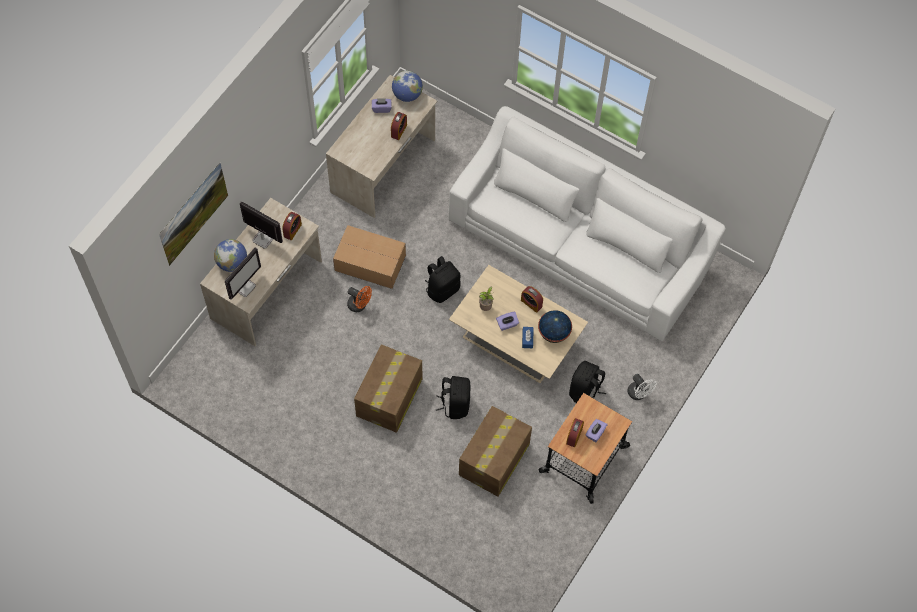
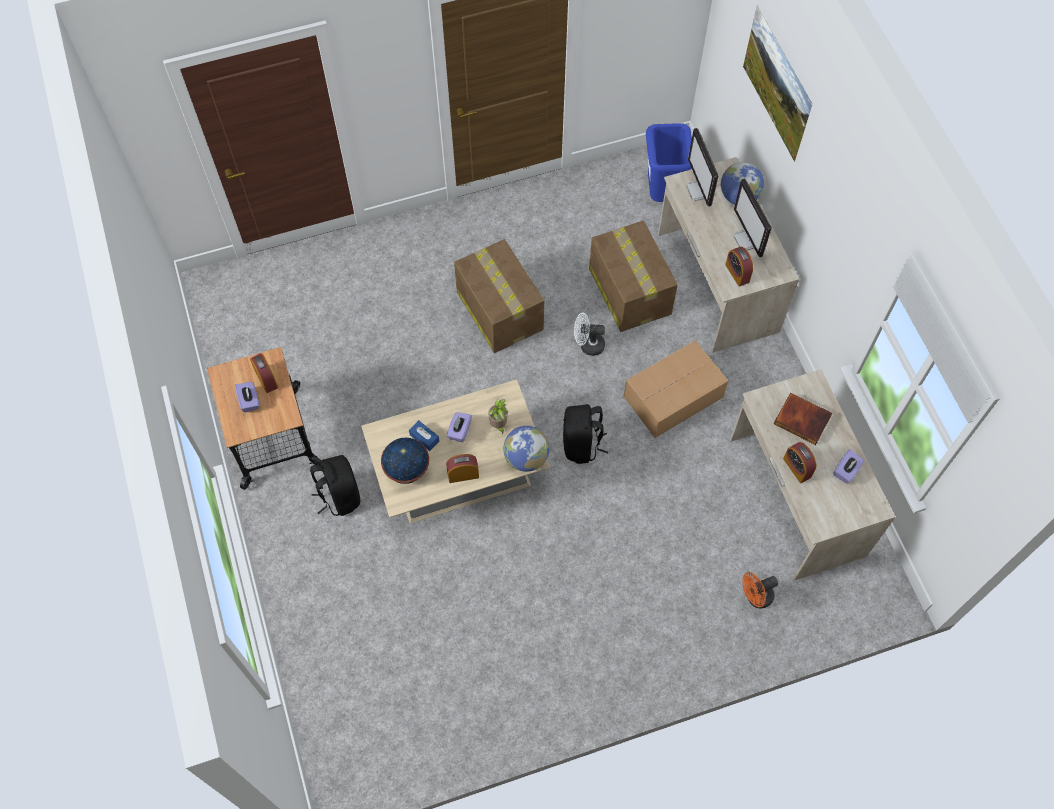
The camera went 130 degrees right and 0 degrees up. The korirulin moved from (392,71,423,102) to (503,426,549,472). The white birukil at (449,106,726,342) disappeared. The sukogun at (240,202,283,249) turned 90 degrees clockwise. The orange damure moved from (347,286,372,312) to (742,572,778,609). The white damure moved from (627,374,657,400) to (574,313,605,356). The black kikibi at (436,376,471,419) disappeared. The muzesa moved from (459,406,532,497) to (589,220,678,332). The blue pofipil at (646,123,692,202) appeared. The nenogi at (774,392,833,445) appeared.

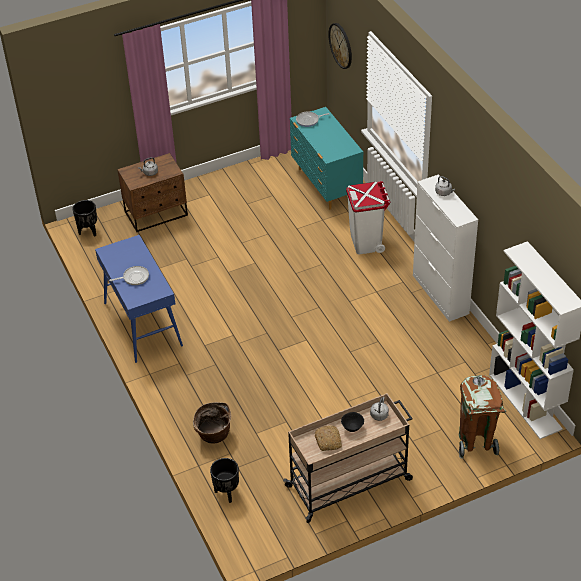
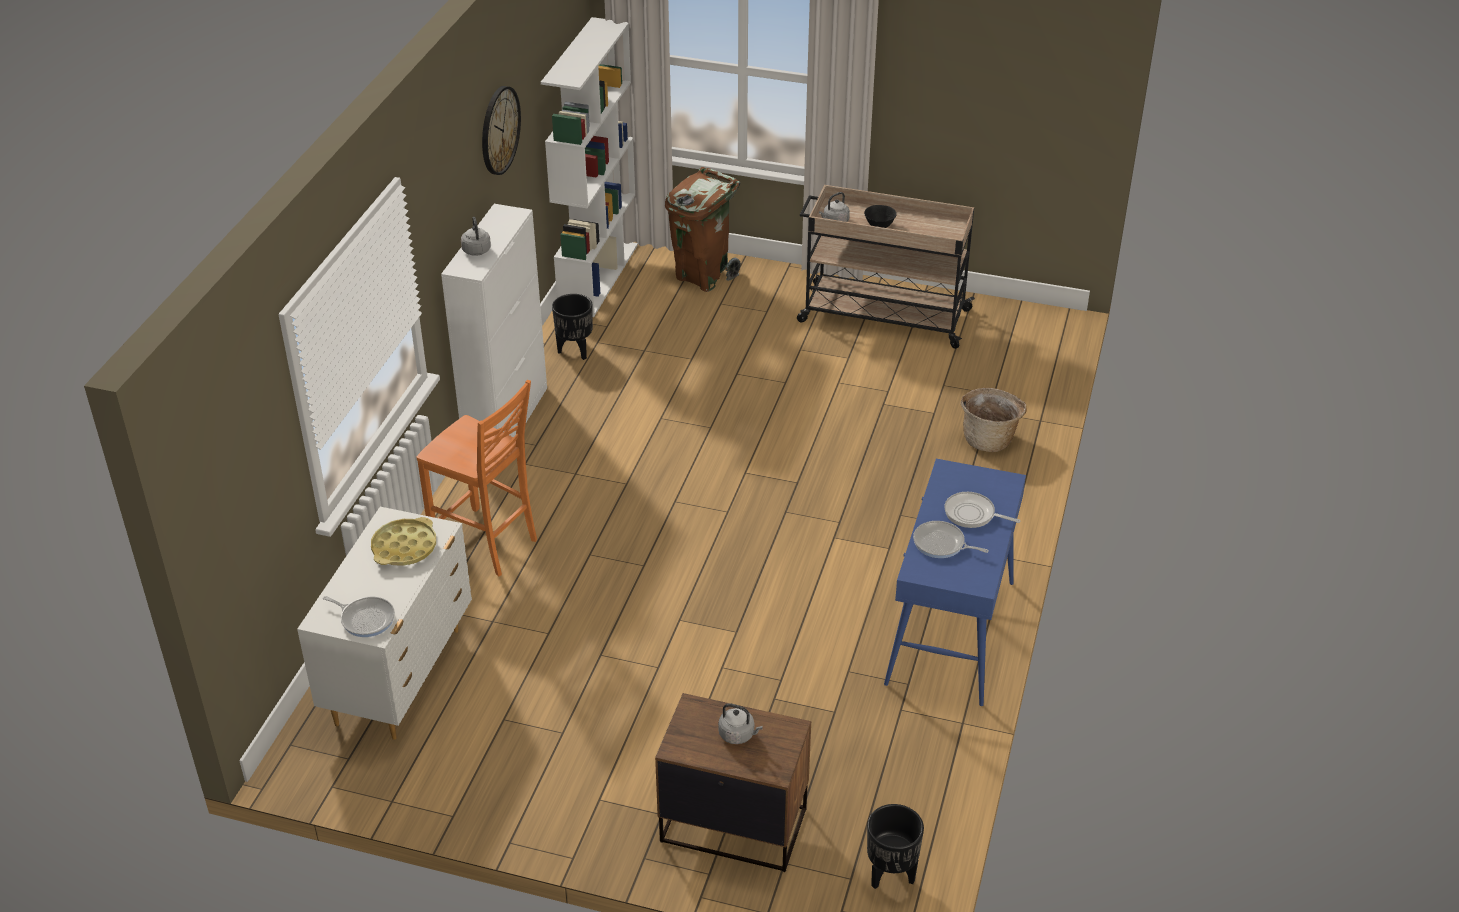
The camera went 140 degrees left and 5 degrees down. The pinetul moved from (328,23,352,69) to (482,86,521,175). The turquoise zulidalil at (290,107,363,210) became the white zulidalil at (297,507,472,740). The white pofipil at (346,181,391,254) was replaced by the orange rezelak at (417,380,537,576). The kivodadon at (315,425,342,451) disappeared. The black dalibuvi moved from (210,458,239,503) to (552,294,593,360). The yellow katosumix at (371,517,436,566) appeared. The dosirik at (913,521,989,558) appeared.

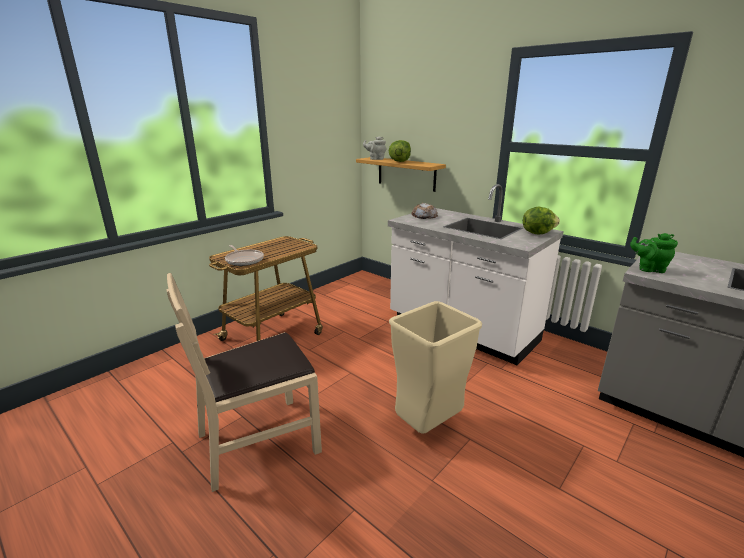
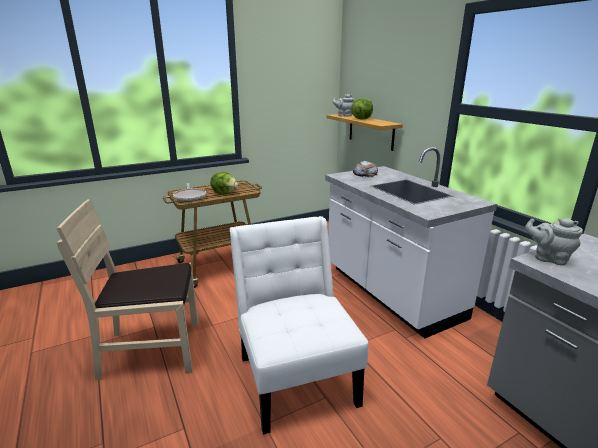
The camera went 20 degrees right and 0 degrees up. The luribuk moved from (523,207,560,234) to (210,172,238,195). The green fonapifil at (630,233,678,273) became the grey fonapifil at (525,218,583,266). The beige pofipil at (389,301,482,434) was replaced by the white rezelak at (229,216,368,435).

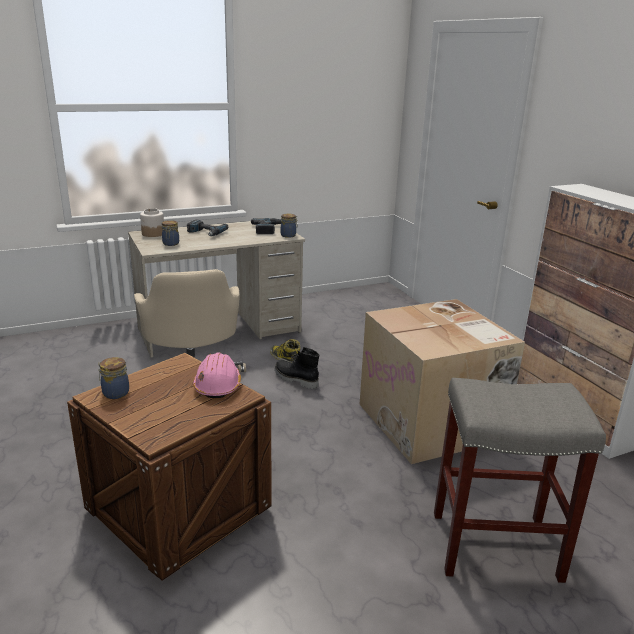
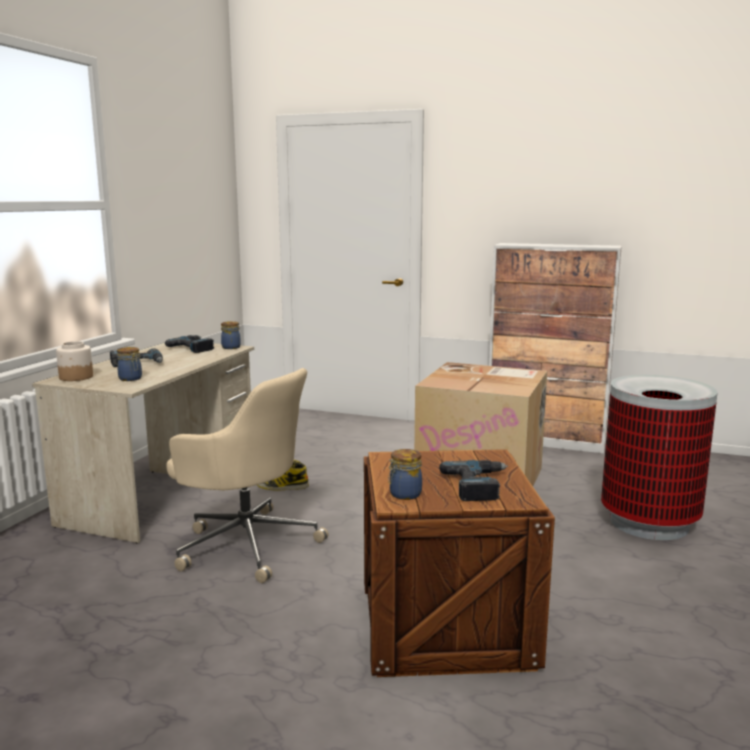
The camera went 45 degrees left and 10 degrees down. The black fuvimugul at (275,347,320,389) disappeared. The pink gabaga at (193,352,241,399) disappeared. The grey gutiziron at (434,378,606,583) was replaced by the pofipil at (601,375,718,540). The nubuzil at (439,460,508,501) appeared.

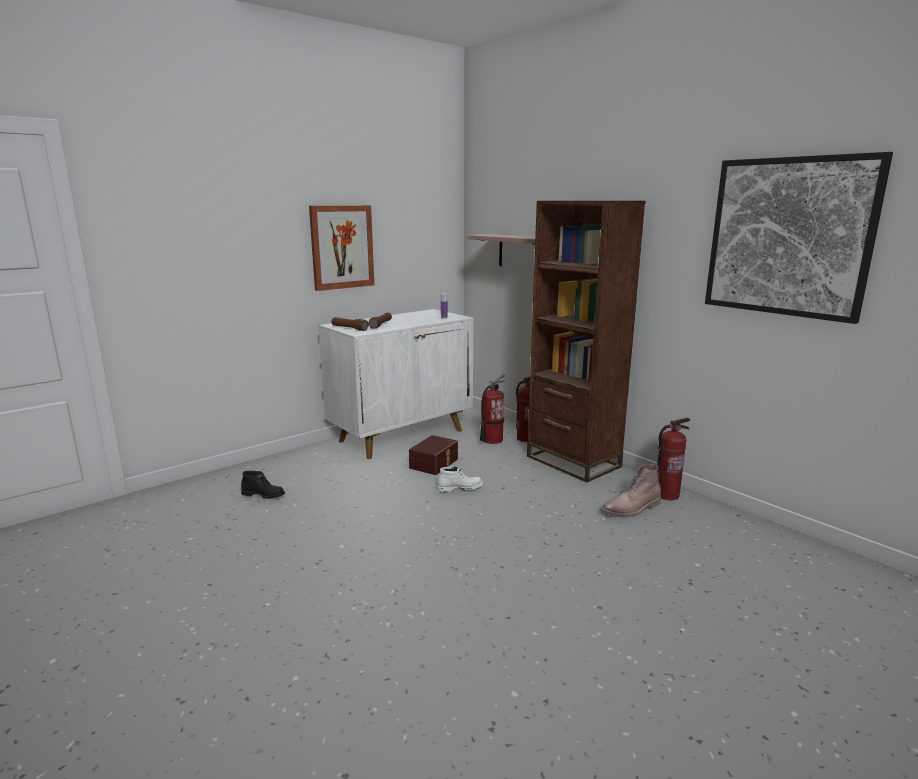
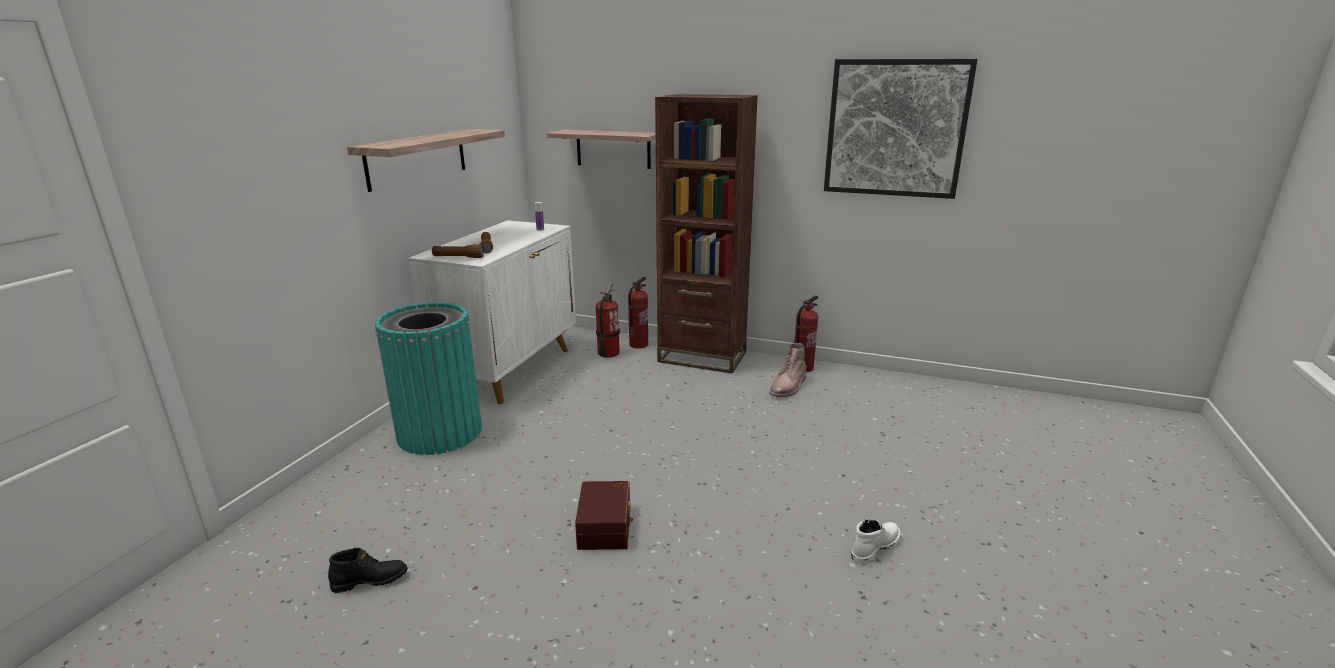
The camera went 30 degrees left and 5 degrees up. The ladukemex at (309,206,374,291) was replaced by the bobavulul at (347,129,505,192). The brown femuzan moved from (409,435,458,475) to (575,481,633,550). The white fuvimugul moved from (438,466,483,492) to (851,519,900,564). The black fuvimugul moved from (241,471,285,499) to (328,548,408,593). The turquoise pofipil at (375,302,482,455) appeared.

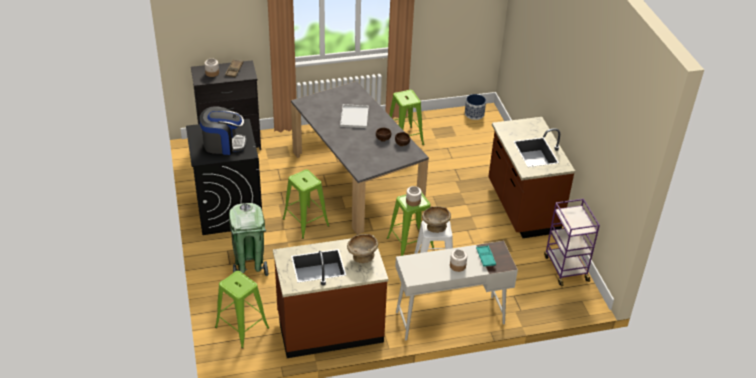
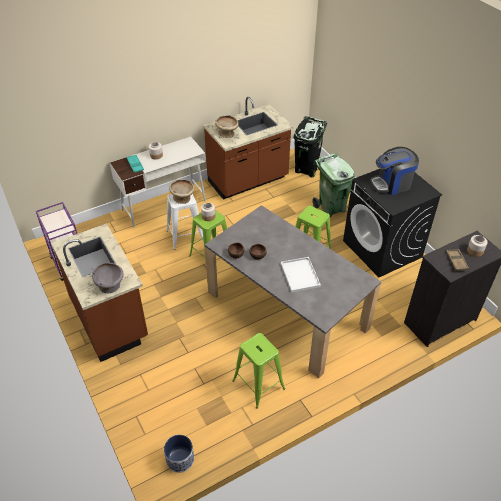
The camera went 165 degrees right and 5 degrees up. The green gutiziron at (215,271,269,349) was replaced by the black pofipil at (293,116,327,178). The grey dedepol at (92,263,124,293) appeared.

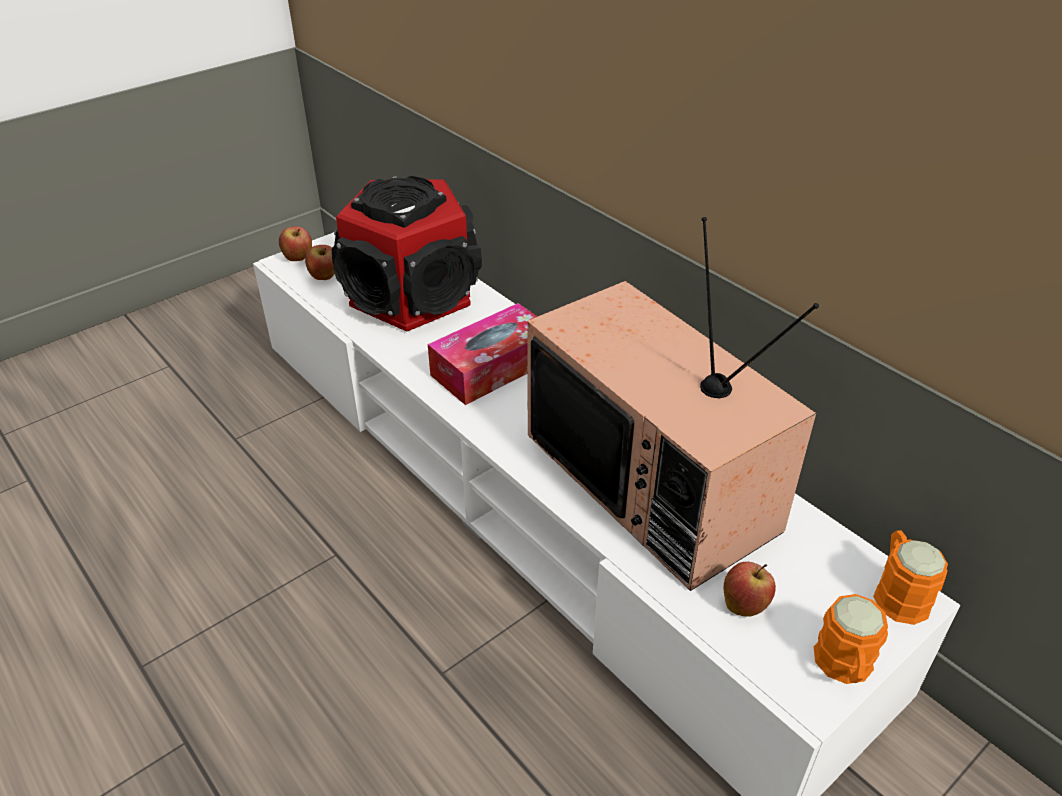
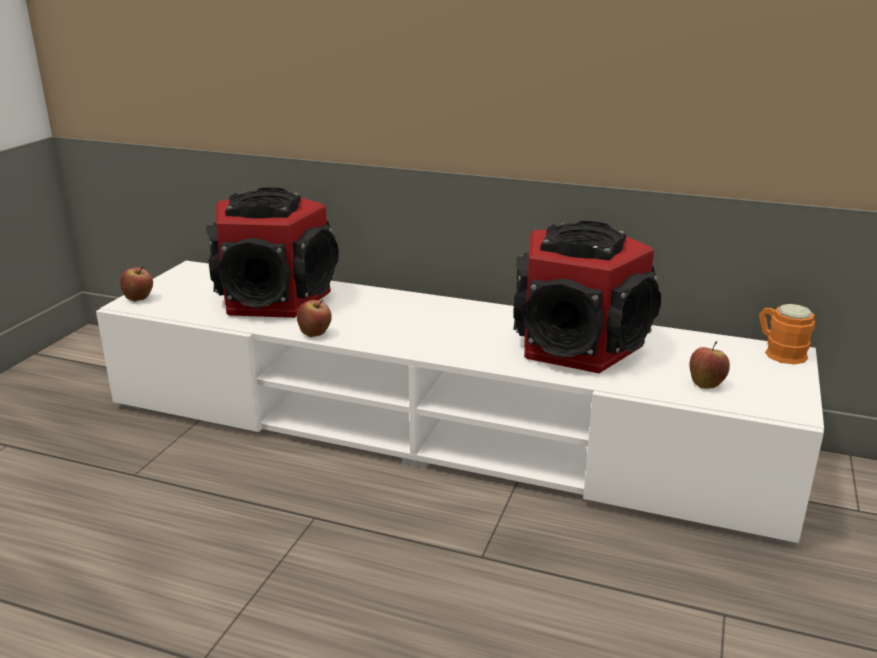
The camera went 30 degrees left and 15 degrees down. The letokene at (527,217,819,591) was replaced by the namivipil at (513,221,661,373). The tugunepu moved from (305,245,335,280) to (297,299,332,337). The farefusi at (428,303,538,405) disappeared. The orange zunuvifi at (814,594,888,684) disappeared.

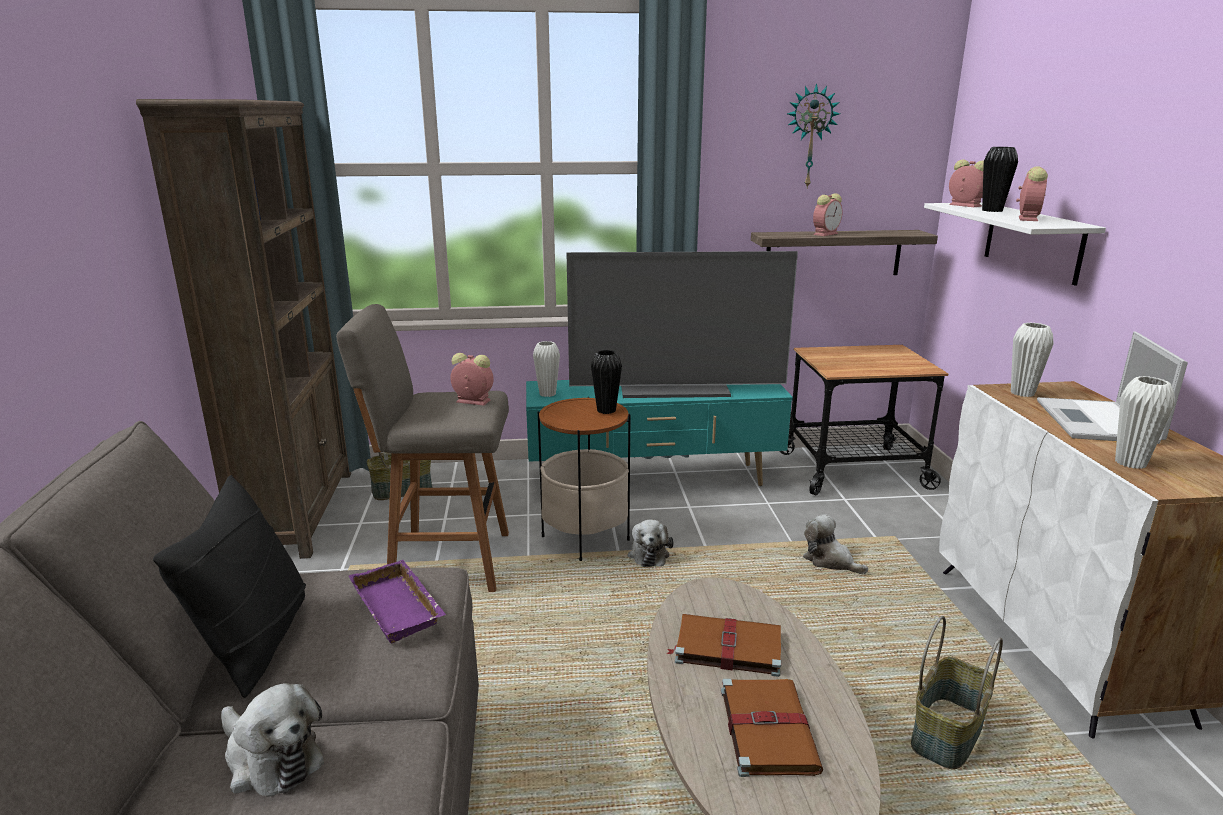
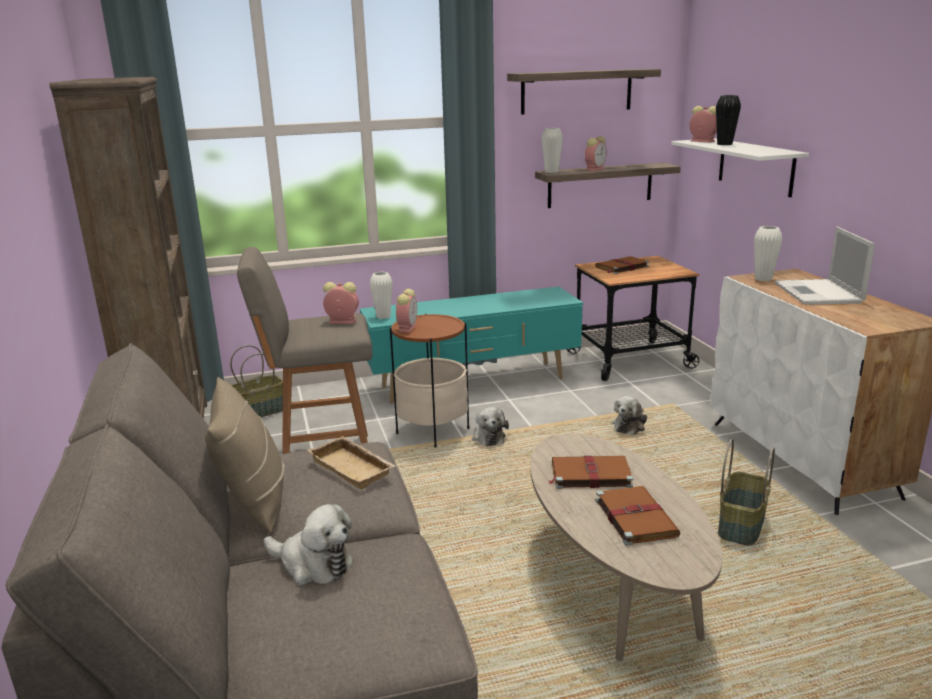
The camera went 10 degrees left and 0 degrees up. The pinetul at (787,83,840,188) was replaced by the bobavulul at (507,69,661,115). The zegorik moved from (1016,166,1048,221) to (396,289,417,333). The letokene at (566,251,798,398) disappeared. The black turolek at (591,350,622,414) disappeared. The white turolek moved from (1115,376,1175,469) to (541,128,563,173). The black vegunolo at (153,475,306,698) became the beige vegunolo at (205,377,284,533). The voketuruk at (803,514,868,574) turned 90 degrees counterclockwise. The purple katosumix at (349,560,446,644) became the beige katosumix at (308,436,396,489). The brown nenogi at (595,256,649,274) appeared.

